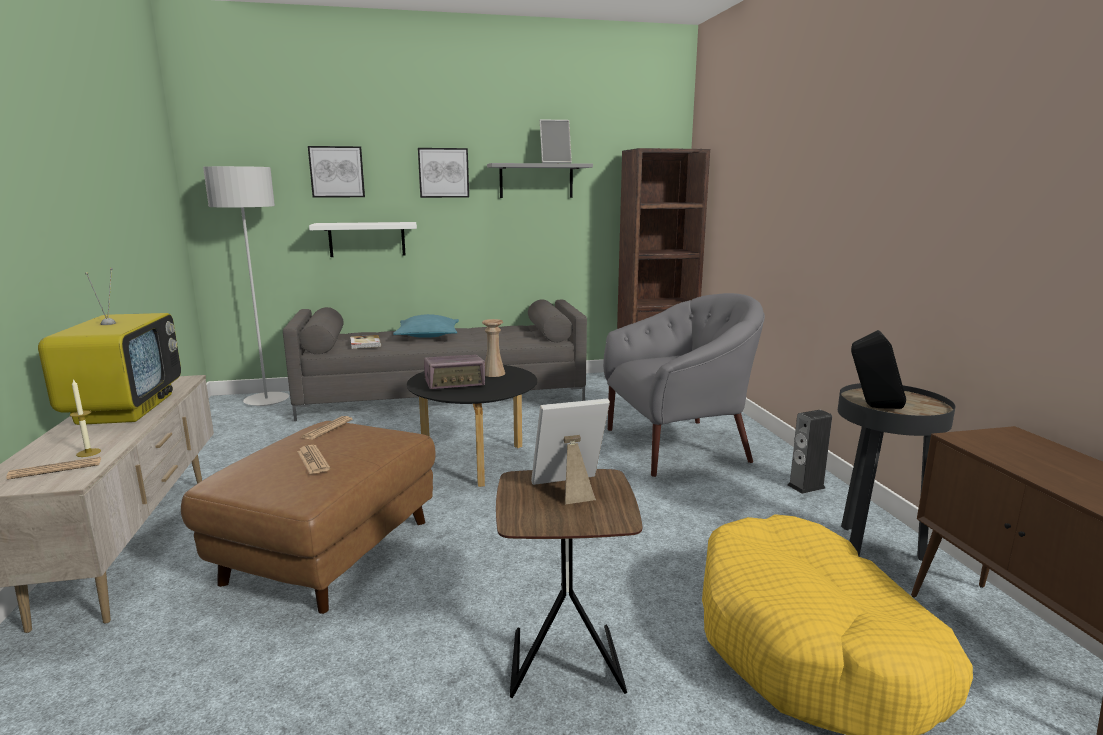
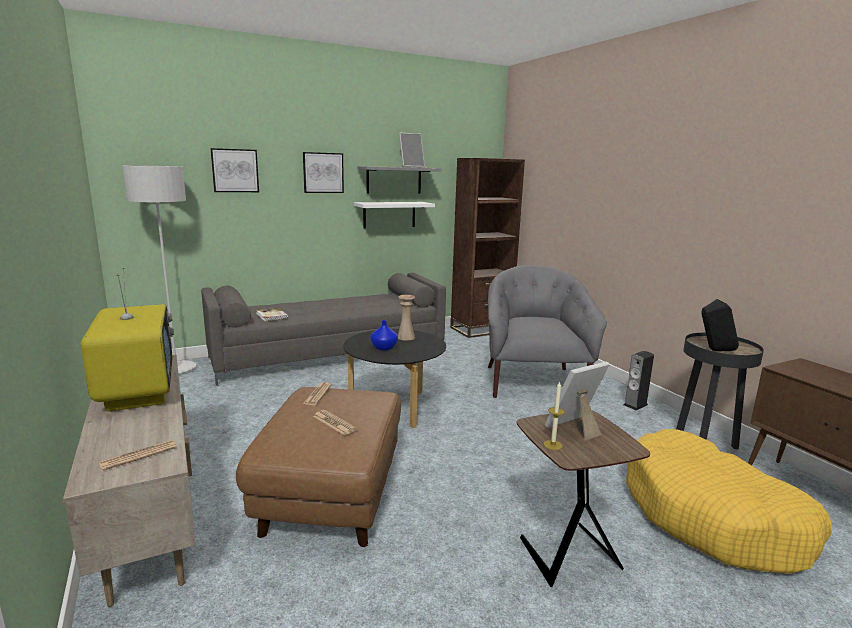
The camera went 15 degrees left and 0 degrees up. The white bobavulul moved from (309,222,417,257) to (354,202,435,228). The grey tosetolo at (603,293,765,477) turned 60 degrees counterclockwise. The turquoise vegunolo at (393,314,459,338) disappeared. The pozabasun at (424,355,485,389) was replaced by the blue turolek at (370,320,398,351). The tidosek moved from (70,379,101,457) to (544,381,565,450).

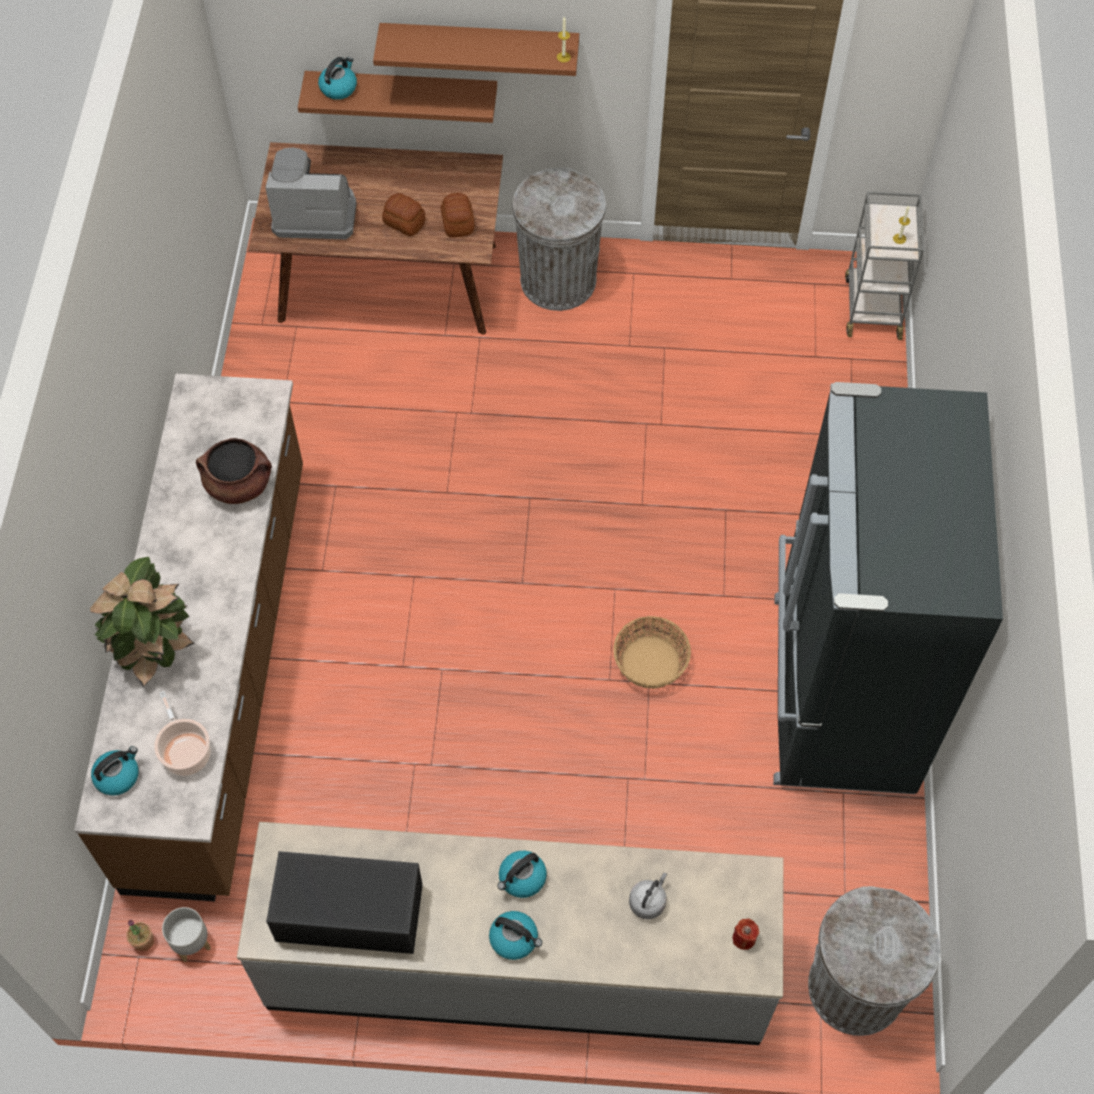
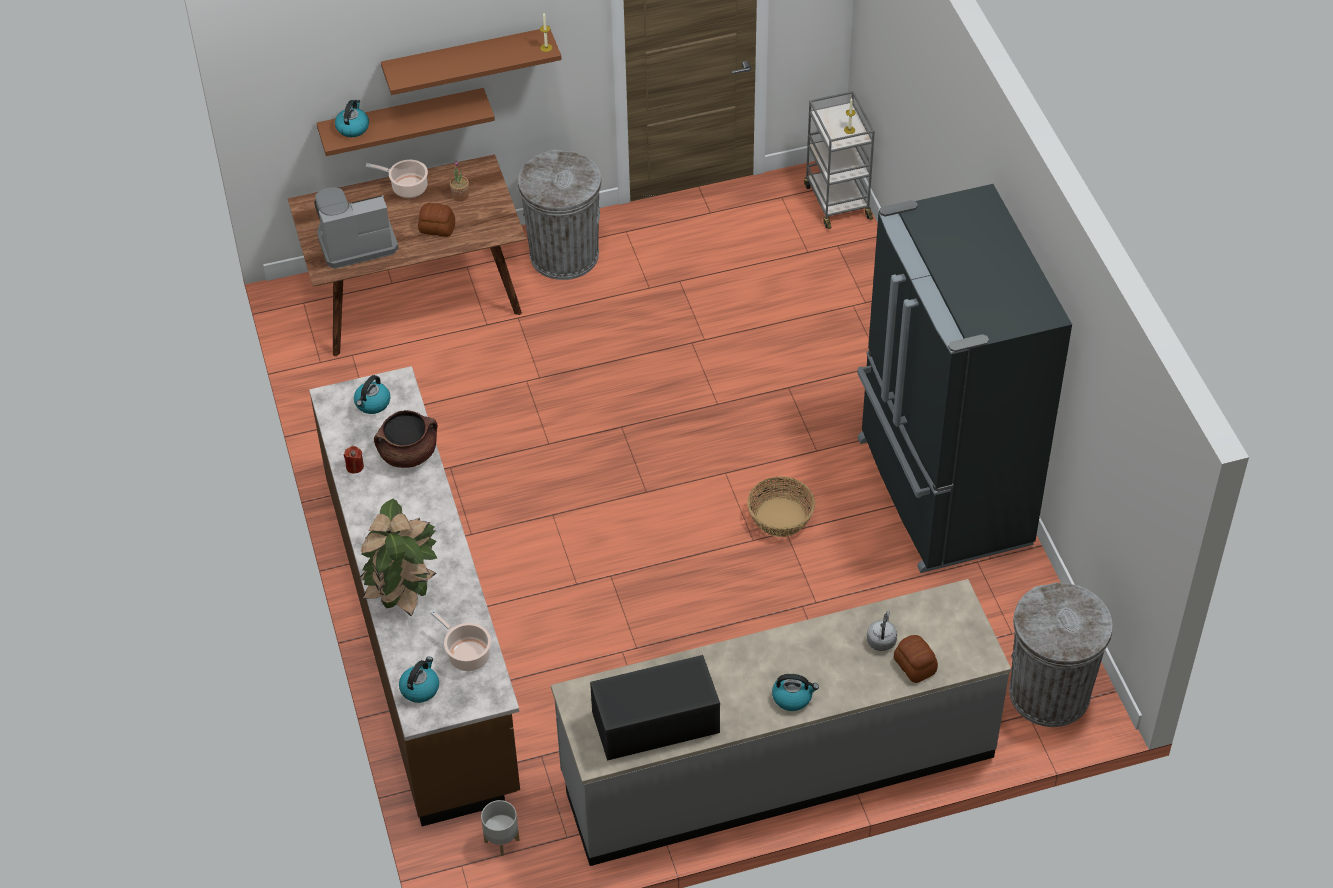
The camera went 20 degrees left and 10 degrees down. The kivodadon moved from (441,193,474,238) to (894,635,938,683). The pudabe moved from (497,850,547,898) to (354,375,390,414). The red tidosek moved from (733,919,759,950) to (344,446,364,474). The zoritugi moved from (126,920,154,951) to (450,161,469,201). The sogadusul at (366,160,428,198) appeared.

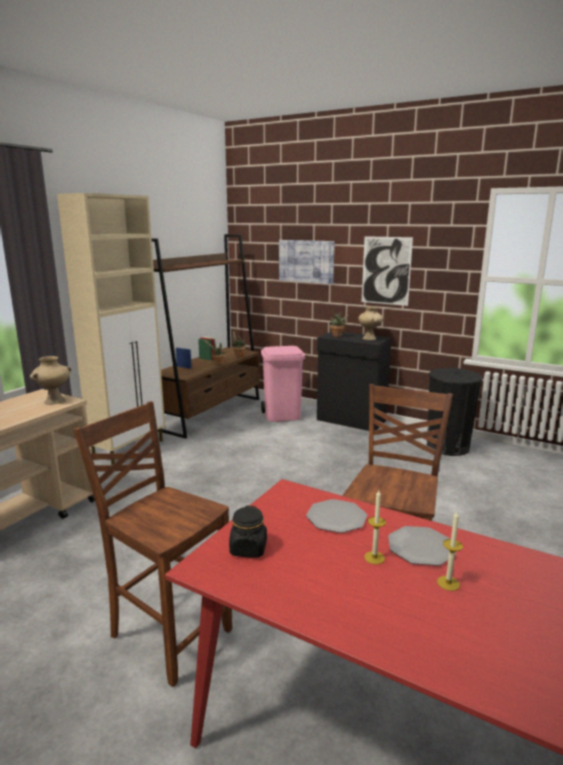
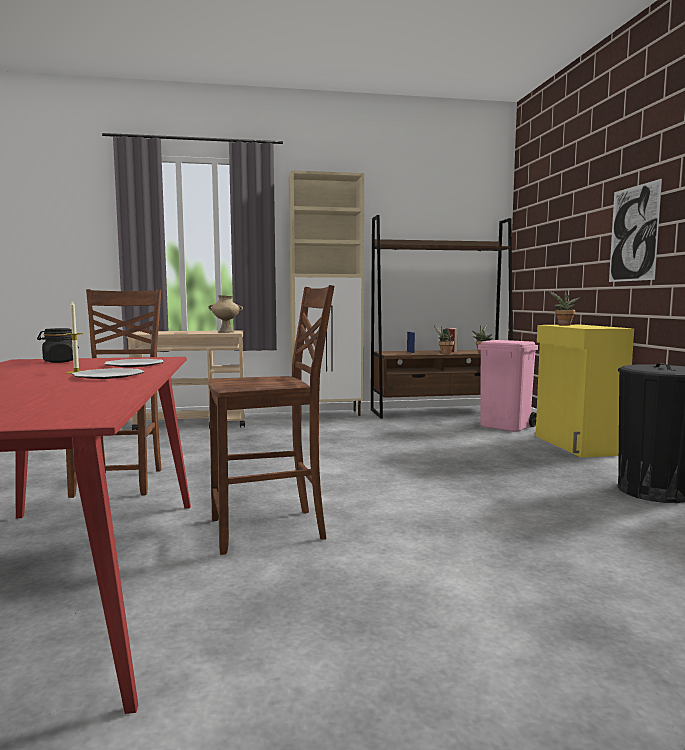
The camera went 50 degrees right and 10 degrees down. The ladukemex at (279,240,335,284) disappeared. The beige turolek at (358,306,383,340) disappeared. The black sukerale at (317,332,391,431) became the yellow sukerale at (536,325,634,457). The tidosek at (437,512,463,591) disappeared.

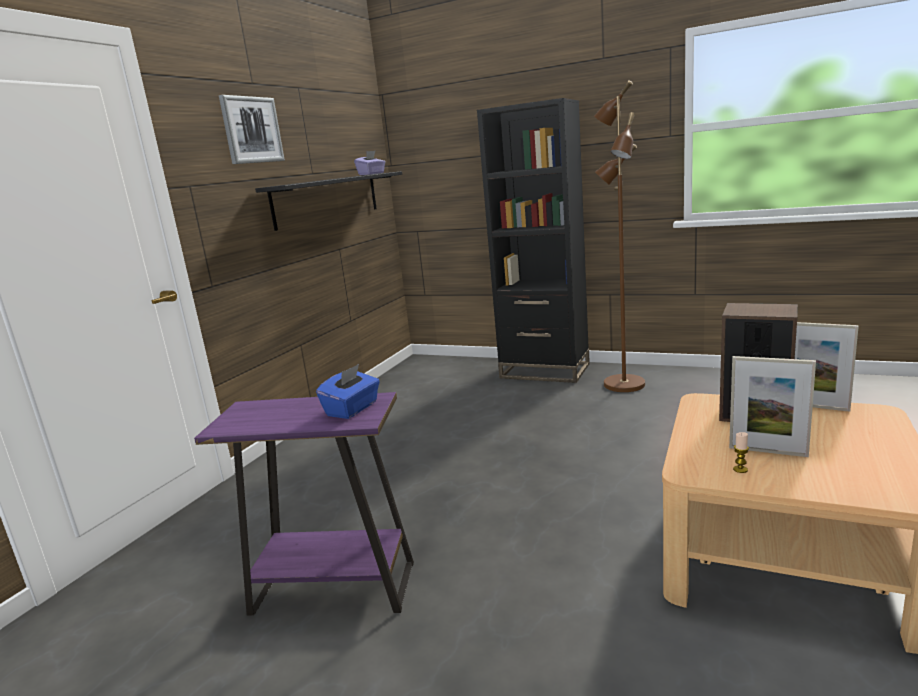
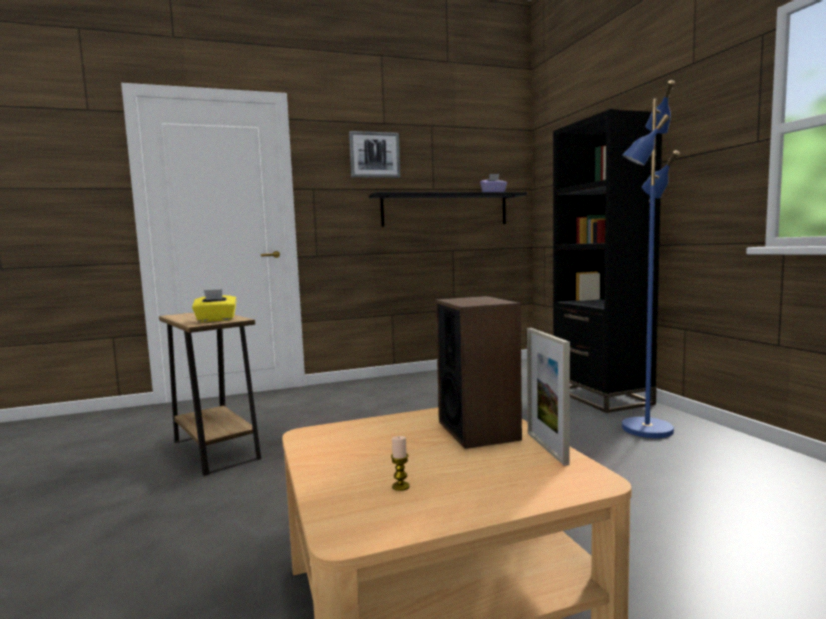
The camera went 45 degrees right and 10 degrees down. The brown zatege at (594,80,645,392) became the blue zatege at (622,80,680,438). The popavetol at (729,356,816,457) disappeared. The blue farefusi at (316,364,380,419) became the yellow farefusi at (192,289,237,322). The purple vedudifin at (194,392,414,615) became the brown vedudifin at (159,312,261,476). The tidosek moved from (733,432,749,473) to (391,436,409,491).

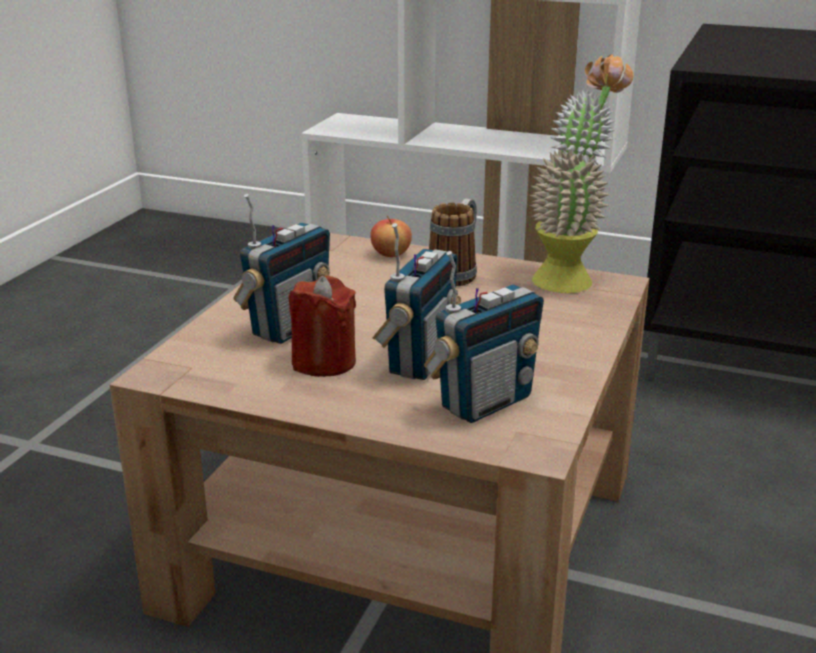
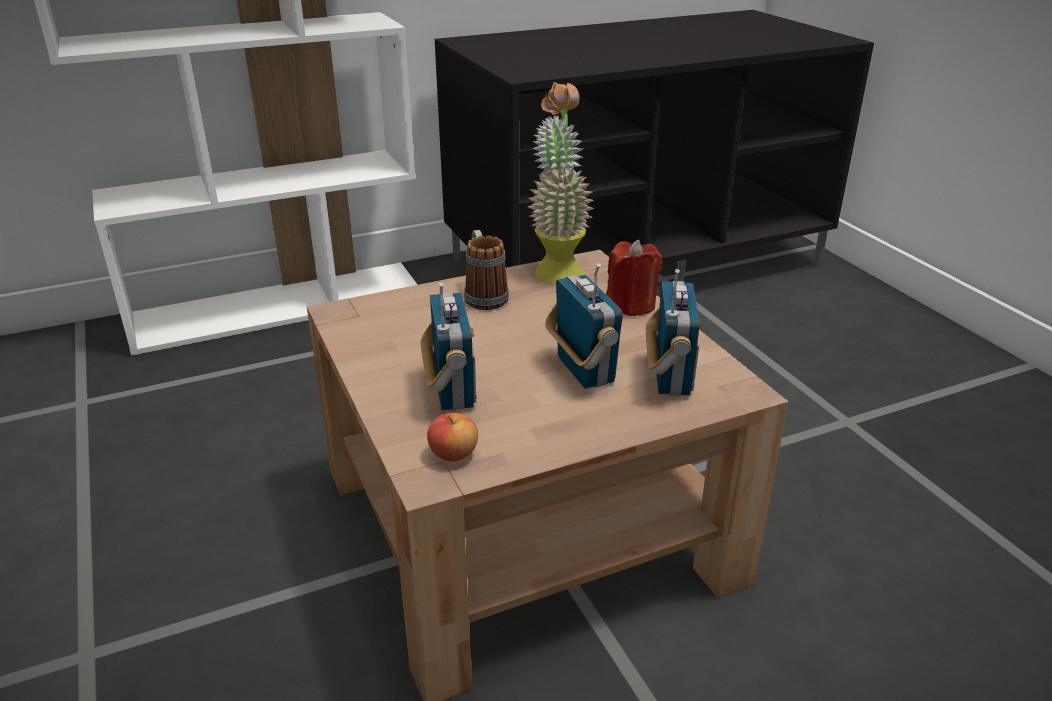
The camera went 45 degrees left and 5 degrees up. The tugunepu moved from (370,216,412,257) to (427,413,478,461). The red tidosek moved from (288,276,356,377) to (606,240,662,316).

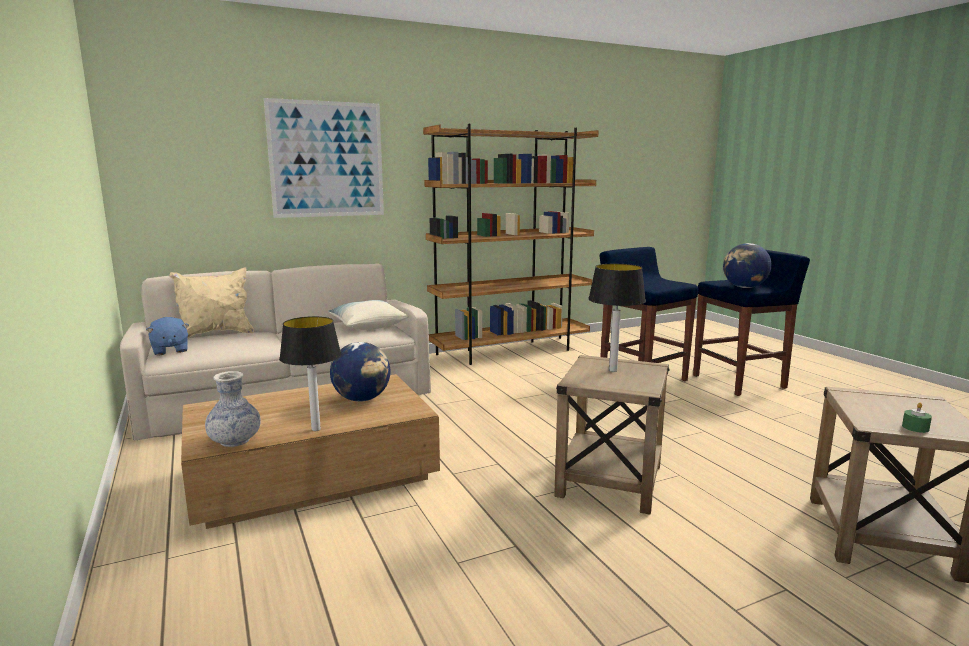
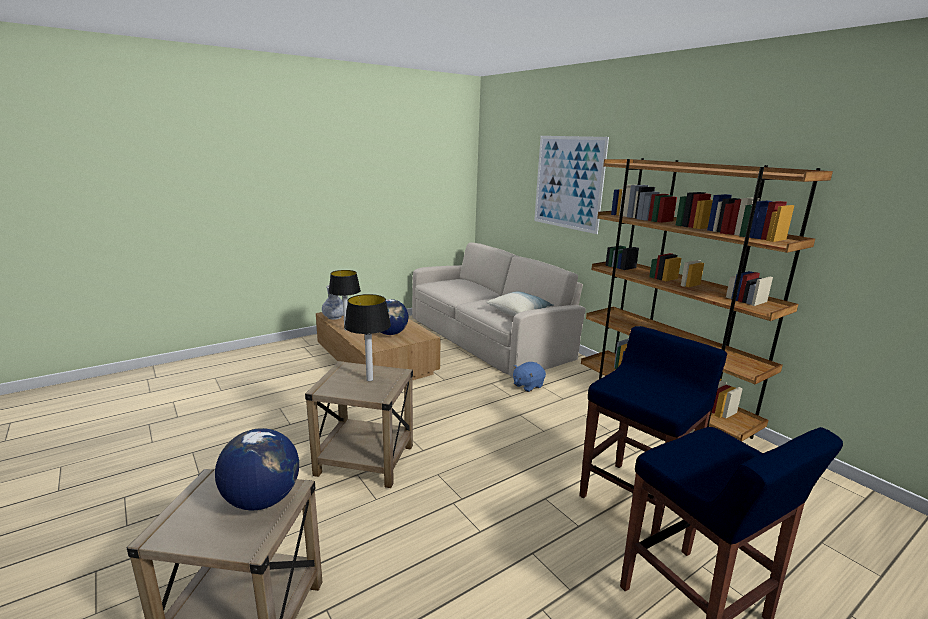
The camera went 80 degrees right and 5 degrees up. The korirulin moved from (723,243,772,288) to (215,428,299,510). The beige vegunolo at (169,268,254,338) disappeared. The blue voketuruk moved from (146,317,189,356) to (513,362,546,392). The green tidosek at (902,403,932,433) disappeared.

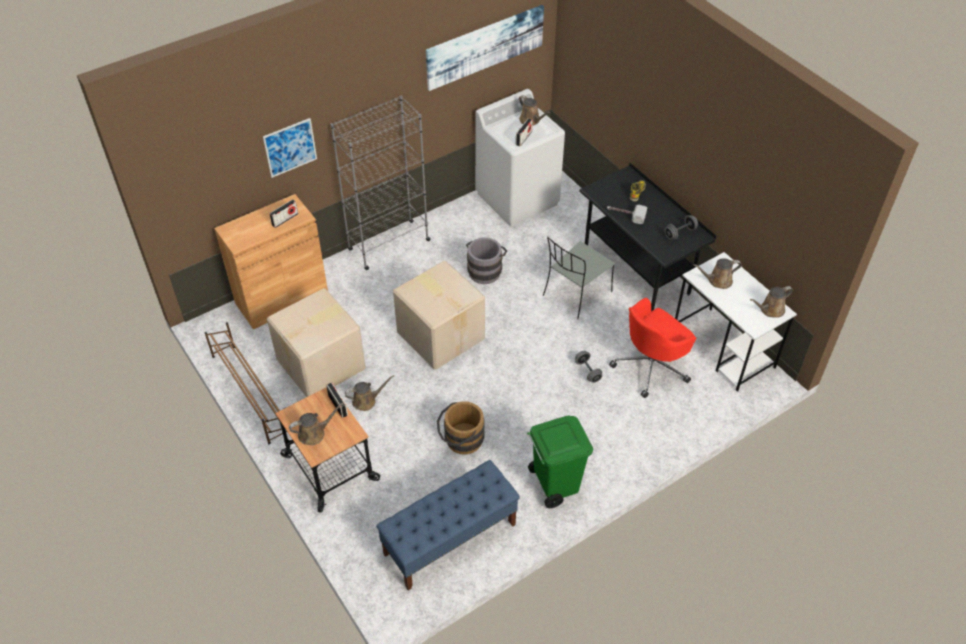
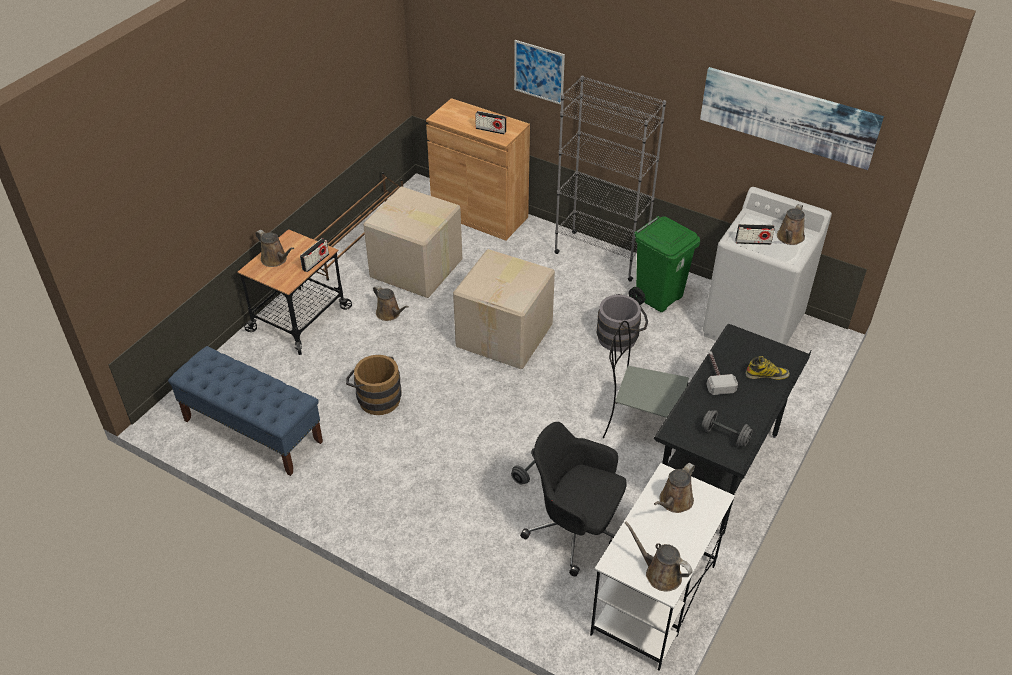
The camera went 65 degrees right and 5 degrees down. The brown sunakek at (693,258,742,289) turned 105 degrees counterclockwise. The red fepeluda at (609,298,696,398) became the black fepeluda at (520,422,626,576). The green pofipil moved from (527,415,593,508) to (629,216,700,312).

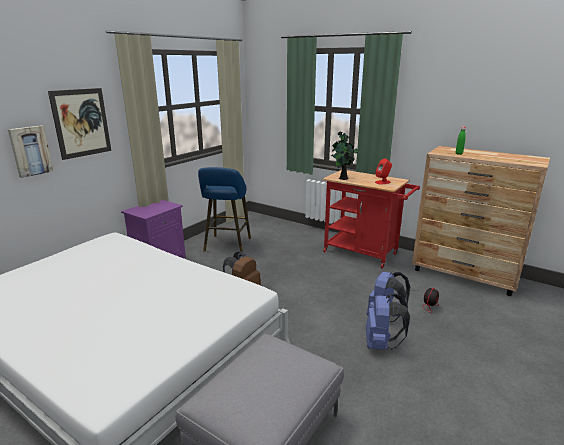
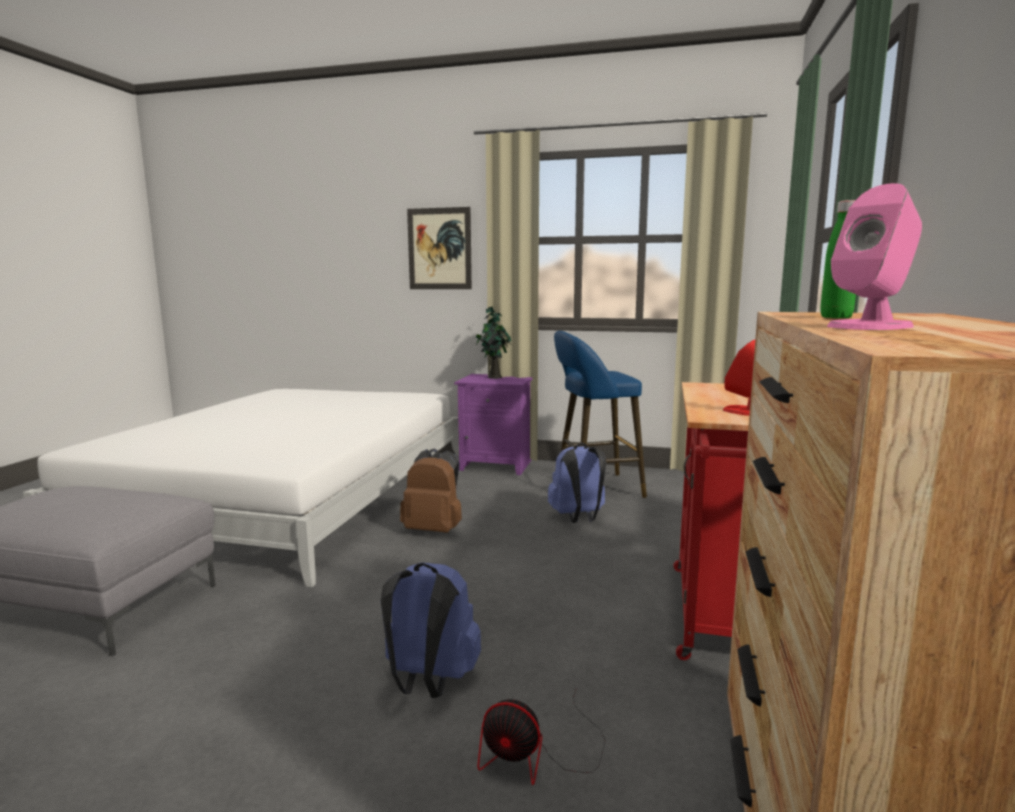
The camera went 70 degrees right and 10 degrees down. The ladukemex at (8,125,53,178) disappeared. The zoritugi moved from (331,131,358,180) to (476,306,511,379). The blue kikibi moved from (366,293,410,350) to (548,443,606,523). The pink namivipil at (827,183,922,330) appeared.

